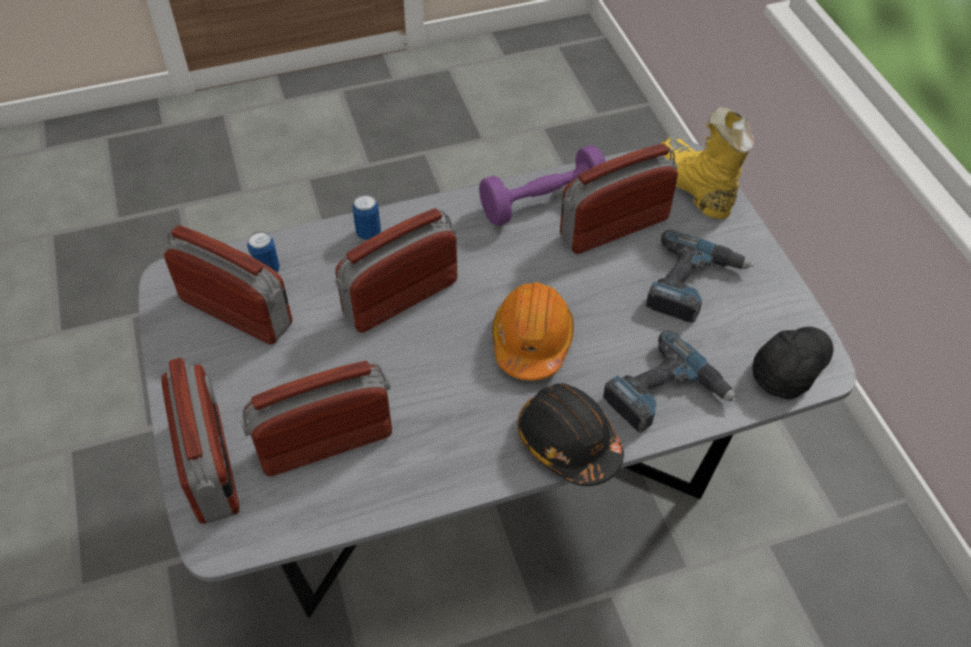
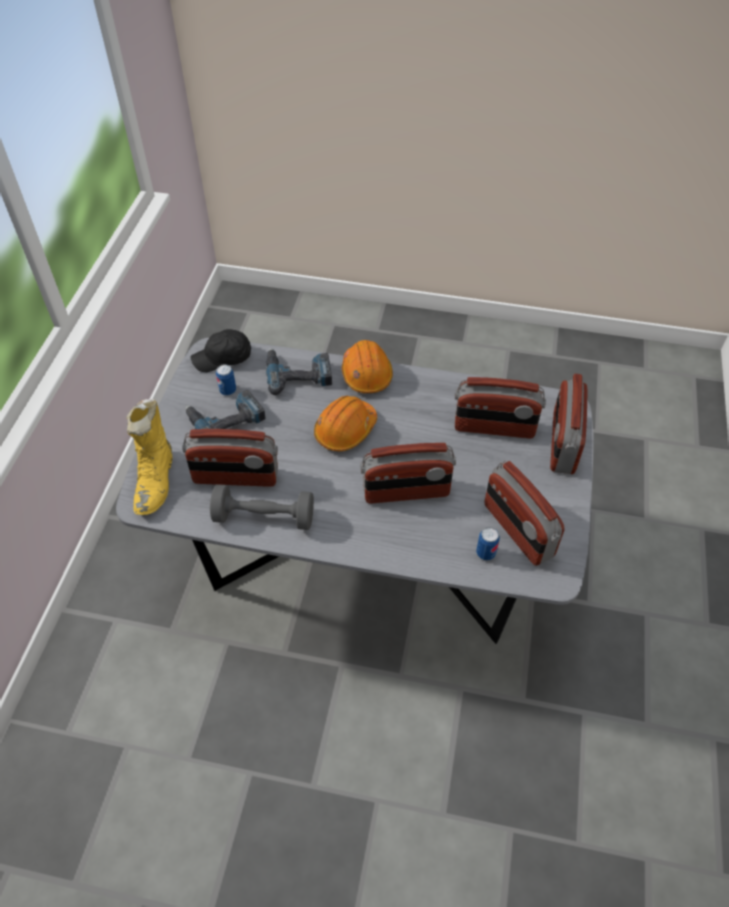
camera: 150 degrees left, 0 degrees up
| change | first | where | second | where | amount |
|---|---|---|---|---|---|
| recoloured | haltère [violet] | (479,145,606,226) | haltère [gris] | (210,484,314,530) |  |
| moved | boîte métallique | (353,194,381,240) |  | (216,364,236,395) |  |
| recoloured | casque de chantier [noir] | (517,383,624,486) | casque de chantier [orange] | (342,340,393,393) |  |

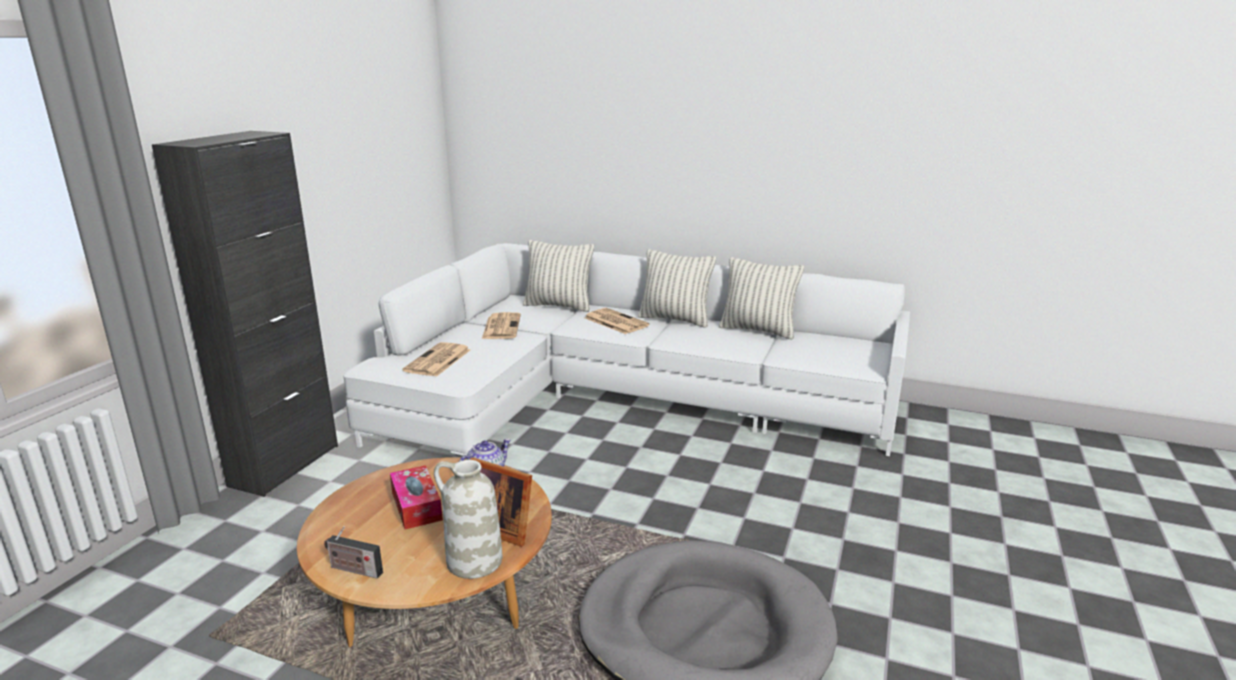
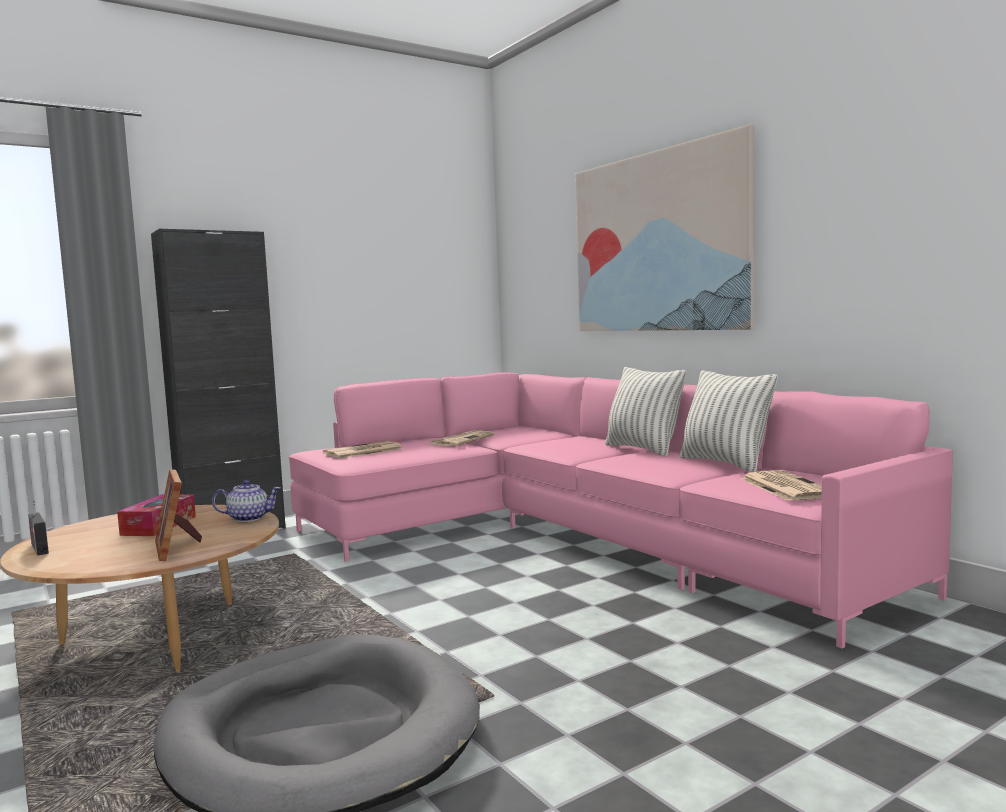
camera: 35 degrees right, 15 degrees down
| change | first | where | second | where | amount |
|---|---|---|---|---|---|
| removed | coussin | (523,240,594,312) |  |  |  |
| recoloured | canapé [blanc] | (343,243,910,456) | canapé [rose] | (289,372,953,649) |  |
| moved | journal | (584,308,650,334) |  | (741,470,822,501) |  |
| removed | vase [blanc] | (434,460,502,579) |  |  |  |
| added |  |  | tableau | (575,125,754,331) |  |

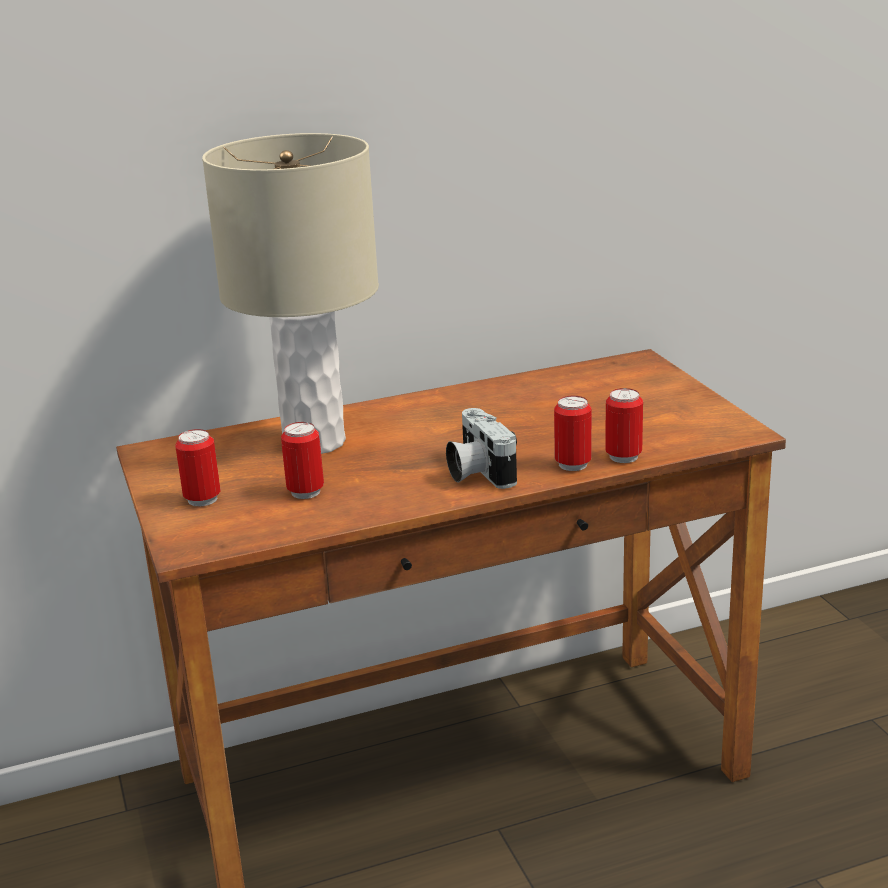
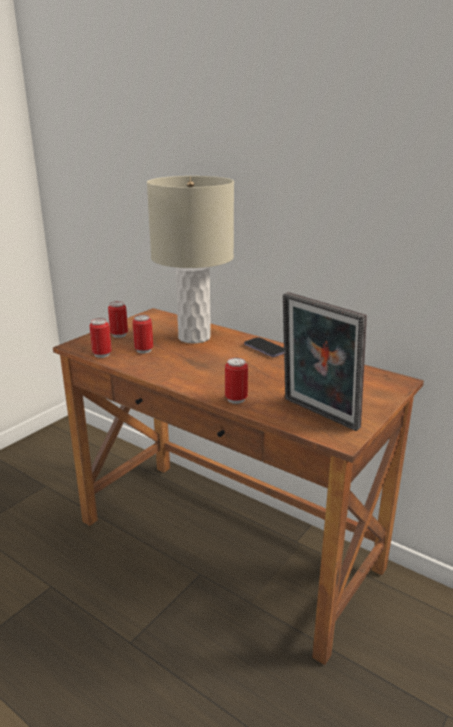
camera: 55 degrees right, 0 degrees up
| change | first | where | second | where | amount |
|---|---|---|---|---|---|
| moved | boîte métallique | (605,388,643,463) |  | (89,318,112,358) |  |
| removed | appareil photo | (446,408,517,489) |  |  |  |
| added |  |  | cadre photo | (283,292,367,431) |  |
| added |  |  | téléphone | (244,337,284,357) |  |

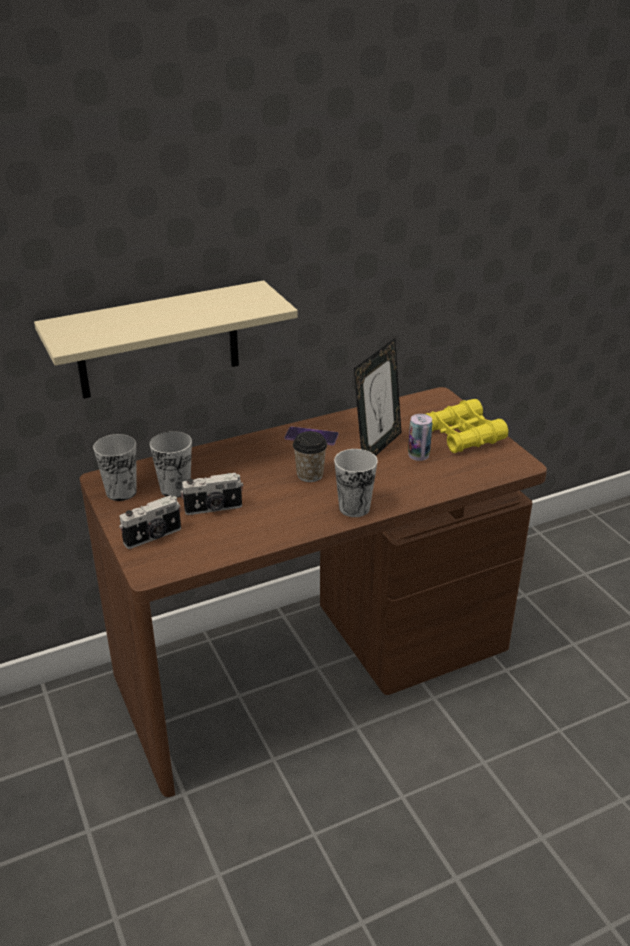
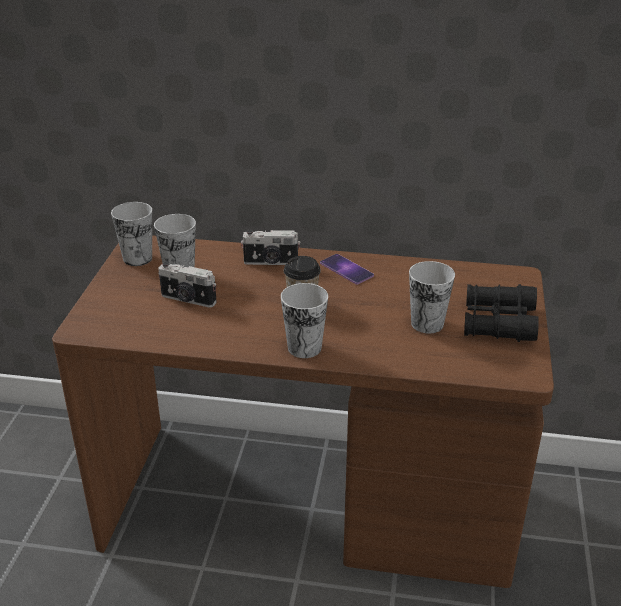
camera: 35 degrees right, 0 degrees up
| change | first | where | second | where | amount |
|---|---|---|---|---|---|
| removed | étagère [beige] | (34,281,298,399) |  |  |  |
| removed | cadre photo | (354,338,401,456) |  |  |  |
| recoloured | jumelles [jaune] | (426,399,508,453) | jumelles [noir] | (464,284,539,342) |  |
| replaced | boîte métallique | (408,414,432,461) | tasse | (409,261,455,334) |  |
| moved | appareil photo | (119,495,181,549) |  | (241,230,300,265) |  |

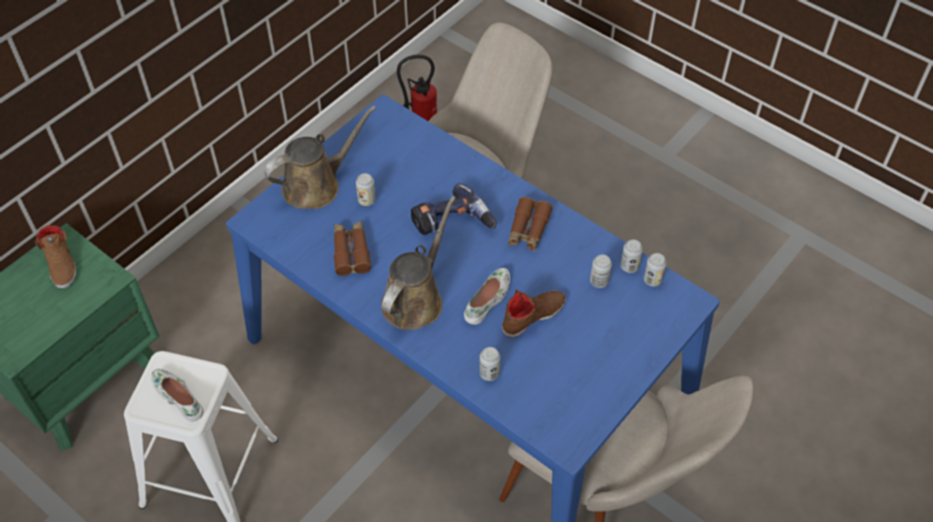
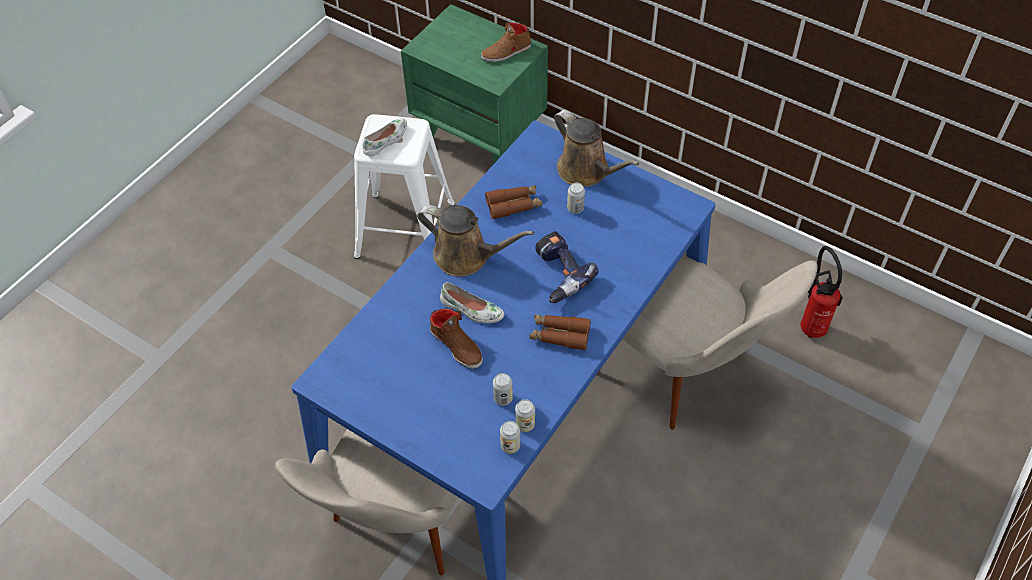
camera: 85 degrees right, 0 degrees up
| change | first | where | second | where | amount |
|---|---|---|---|---|---|
| removed | boîte métallique | (479,347,500,381) |  |  |  |

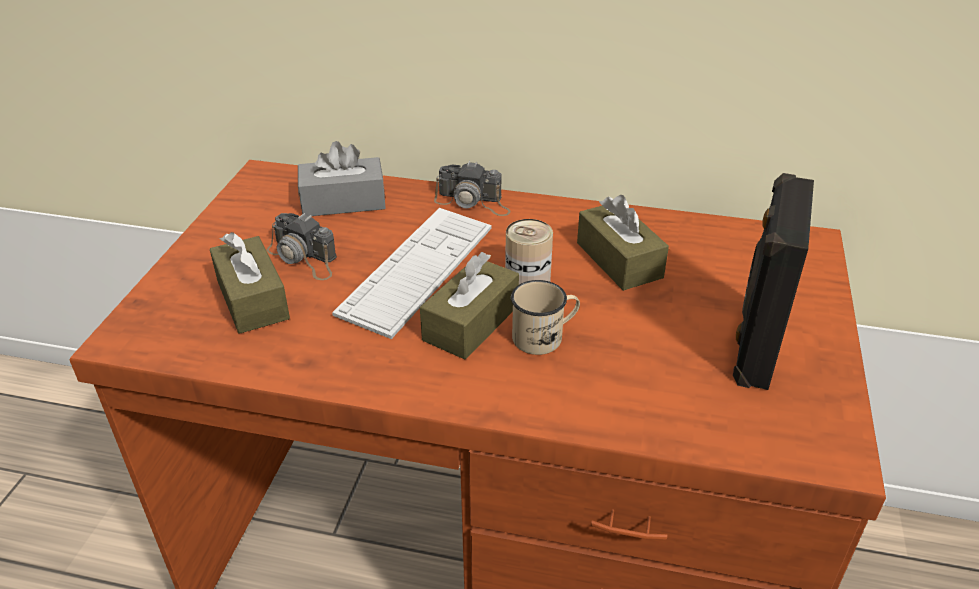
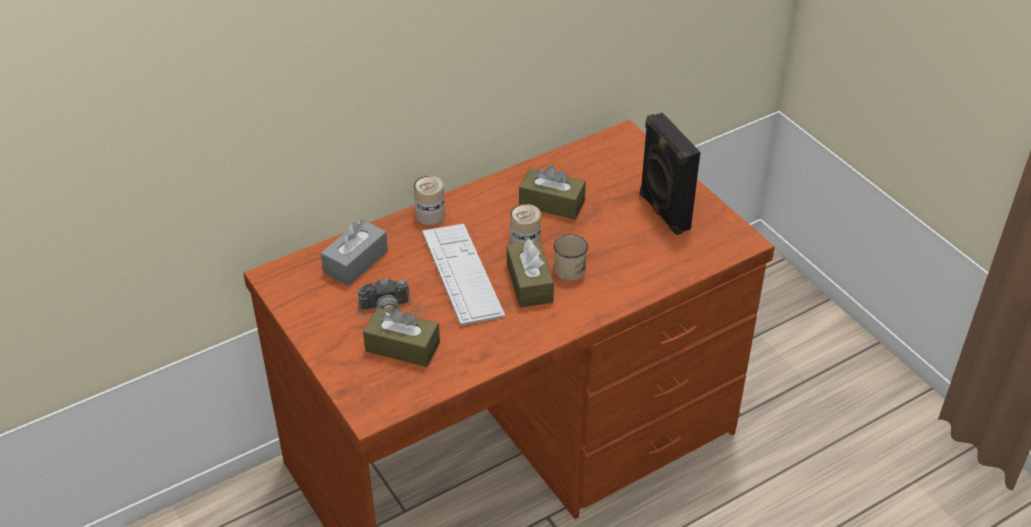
camera: 45 degrees left, 5 degrees up
| change | first | where | second | where | amount |
|---|---|---|---|---|---|
| replaced | appareil photo | (434,161,511,216) | boîte métallique | (413,176,445,225) |  |

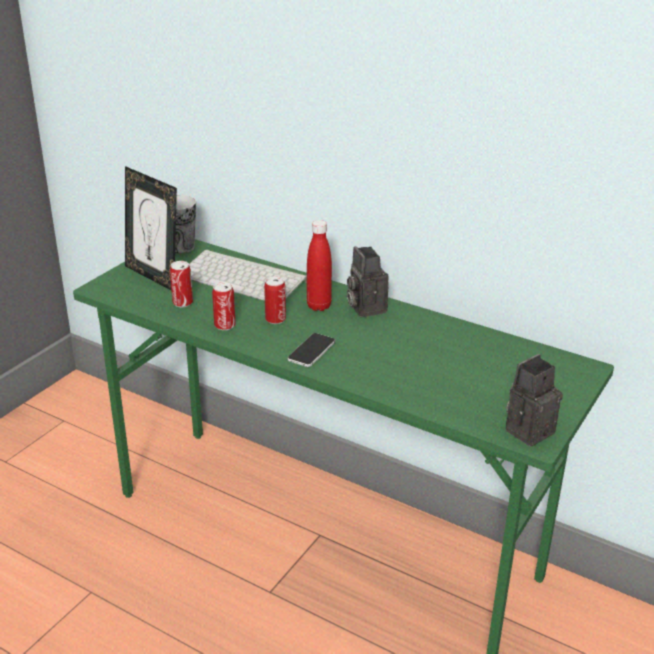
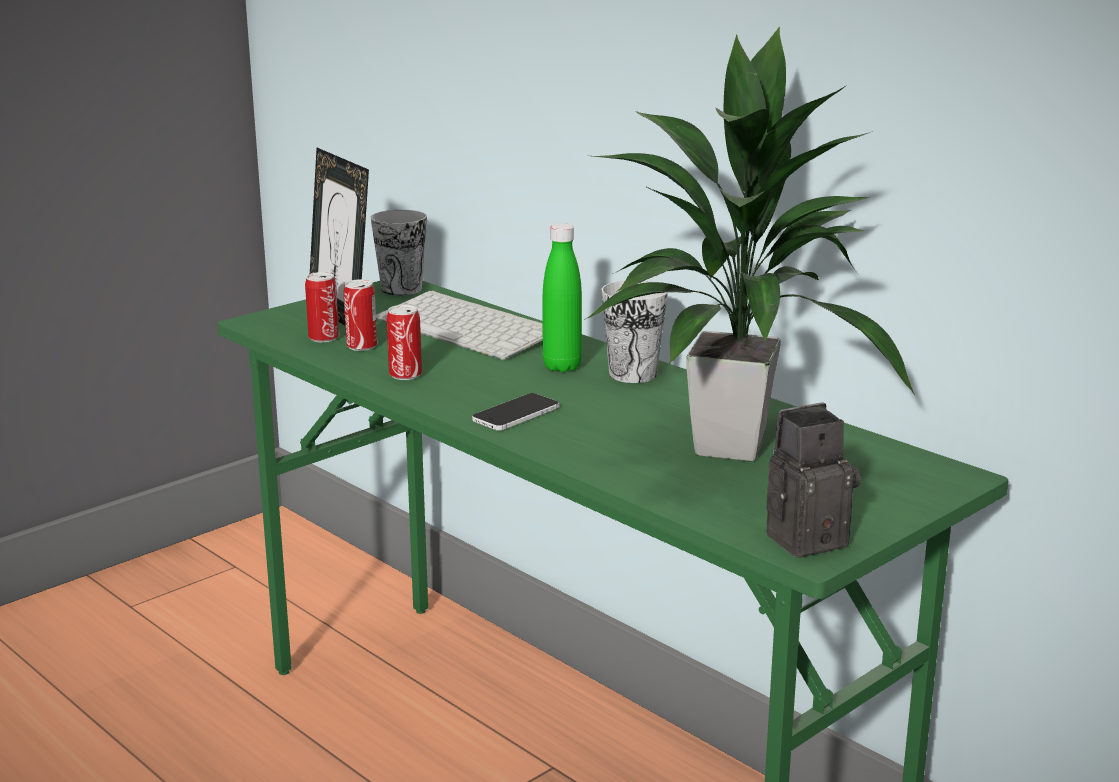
camera: 15 degrees right, 10 degrees down
| change | first | where | second | where | amount |
|---|---|---|---|---|---|
| recoloured | bouteille [rouge] | (307,220,332,311) | bouteille [vert] | (543,223,582,372) |  |
| replaced | appareil photo | (347,246,389,317) | tasse | (602,281,668,383) |  |
| moved | boîte métallique | (264,276,286,324) |  | (305,272,339,342) |  |
| added |  |  | plante en pot | (584,27,915,461) |  |

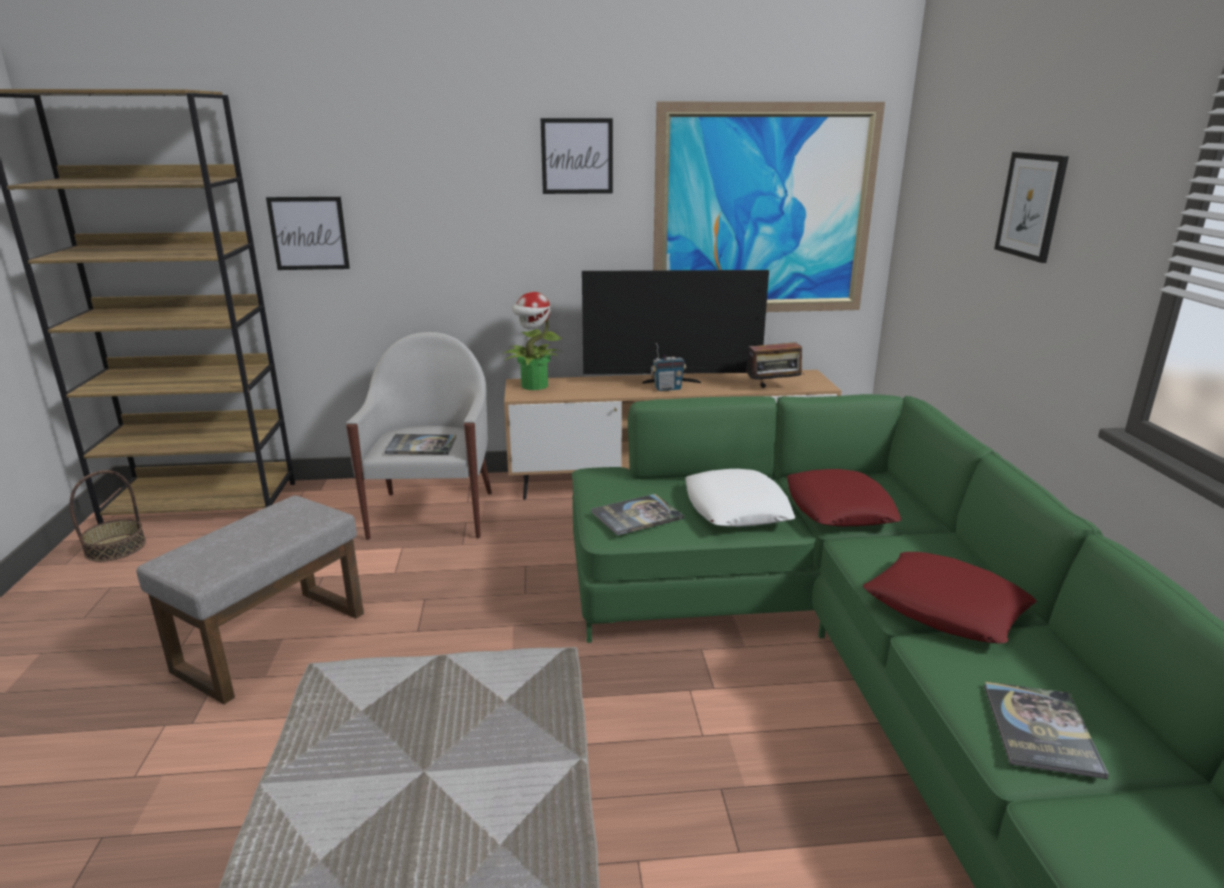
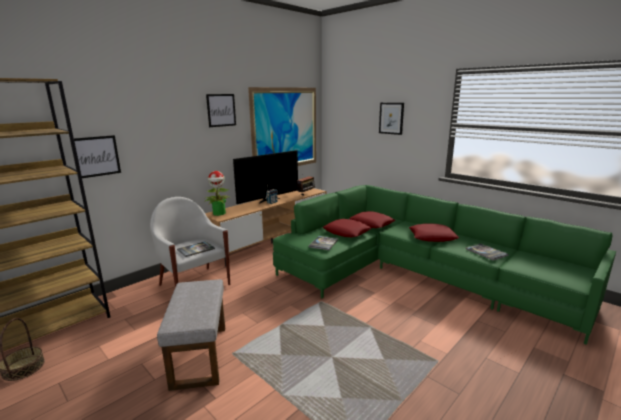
camera: 40 degrees left, 5 degrees down
| change | first | where | second | where | amount |
|---|---|---|---|---|---|
| recoloured | coussin [blanc] | (686,469,795,527) | coussin [rouge] | (323,219,372,237) |  |

